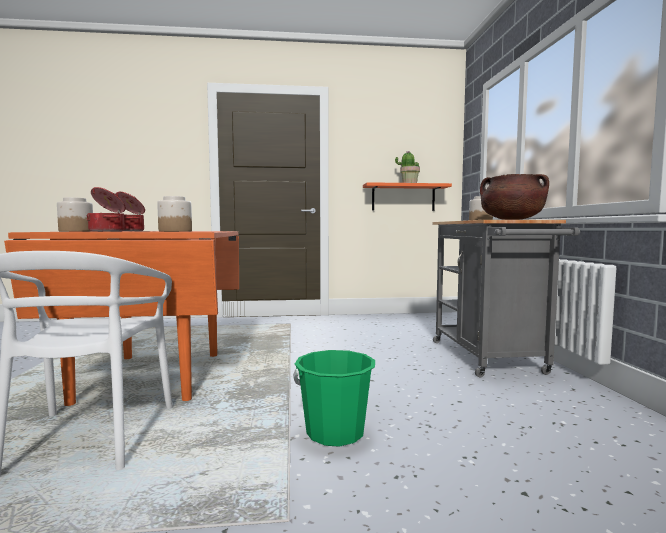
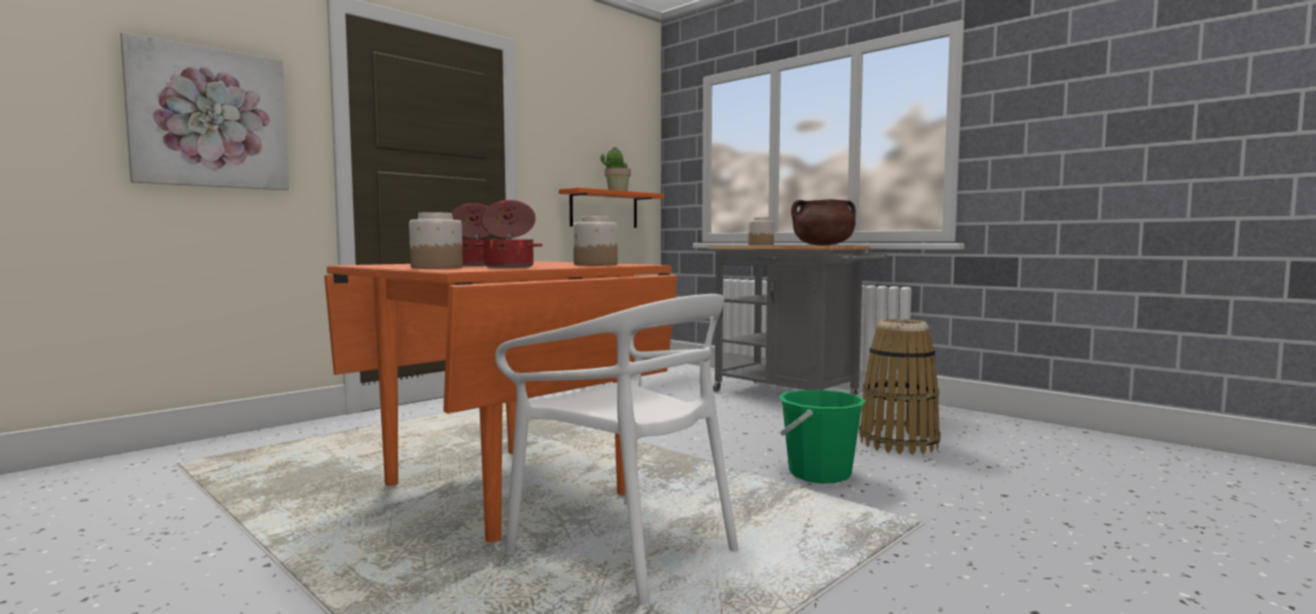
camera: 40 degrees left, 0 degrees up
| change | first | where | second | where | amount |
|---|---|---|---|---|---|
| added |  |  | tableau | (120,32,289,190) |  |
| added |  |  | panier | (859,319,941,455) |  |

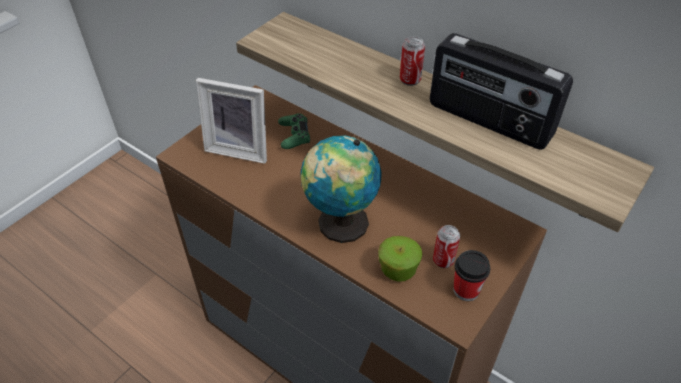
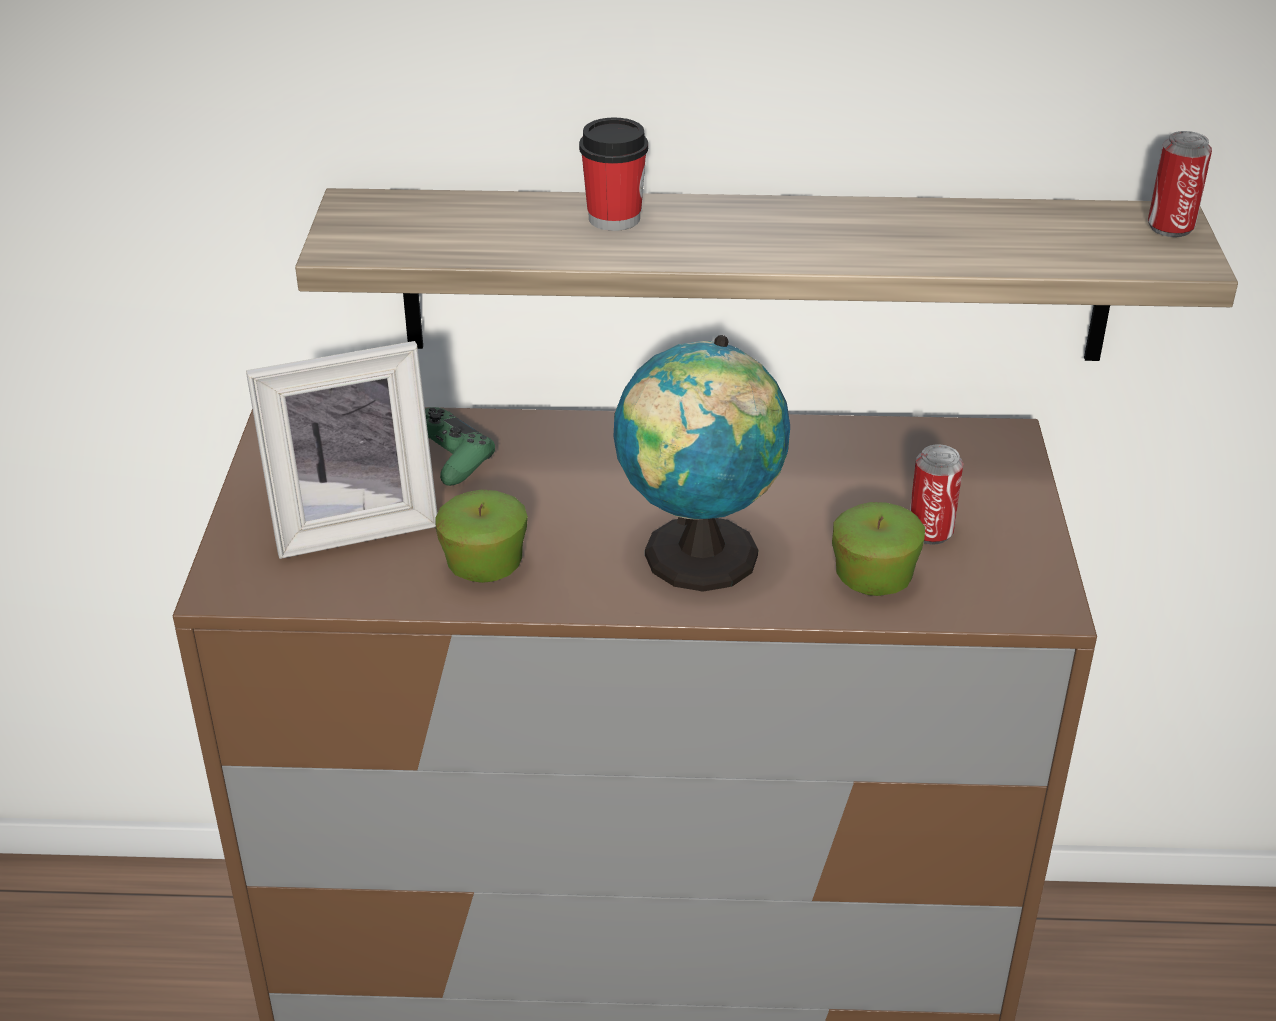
camera: 35 degrees left, 10 degrees down
| change | first | where | second | where | amount |
|---|---|---|---|---|---|
| removed | radio | (430,33,573,150) |  |  |  |
| moved | boîte métallique | (400,37,425,86) |  | (1148,131,1212,237) |  |
| moved | tasse | (453,250,490,301) |  | (579,117,648,231) |  |
| added |  |  | pomme | (435,489,528,583) |  |

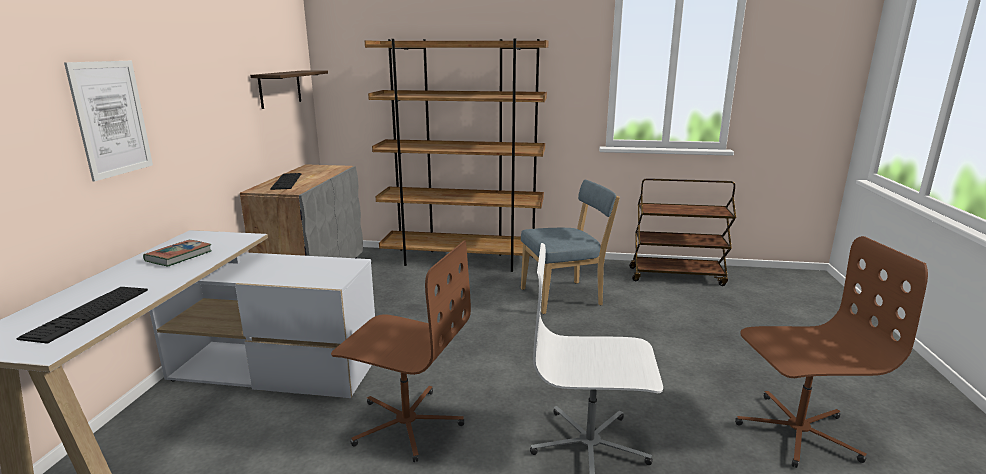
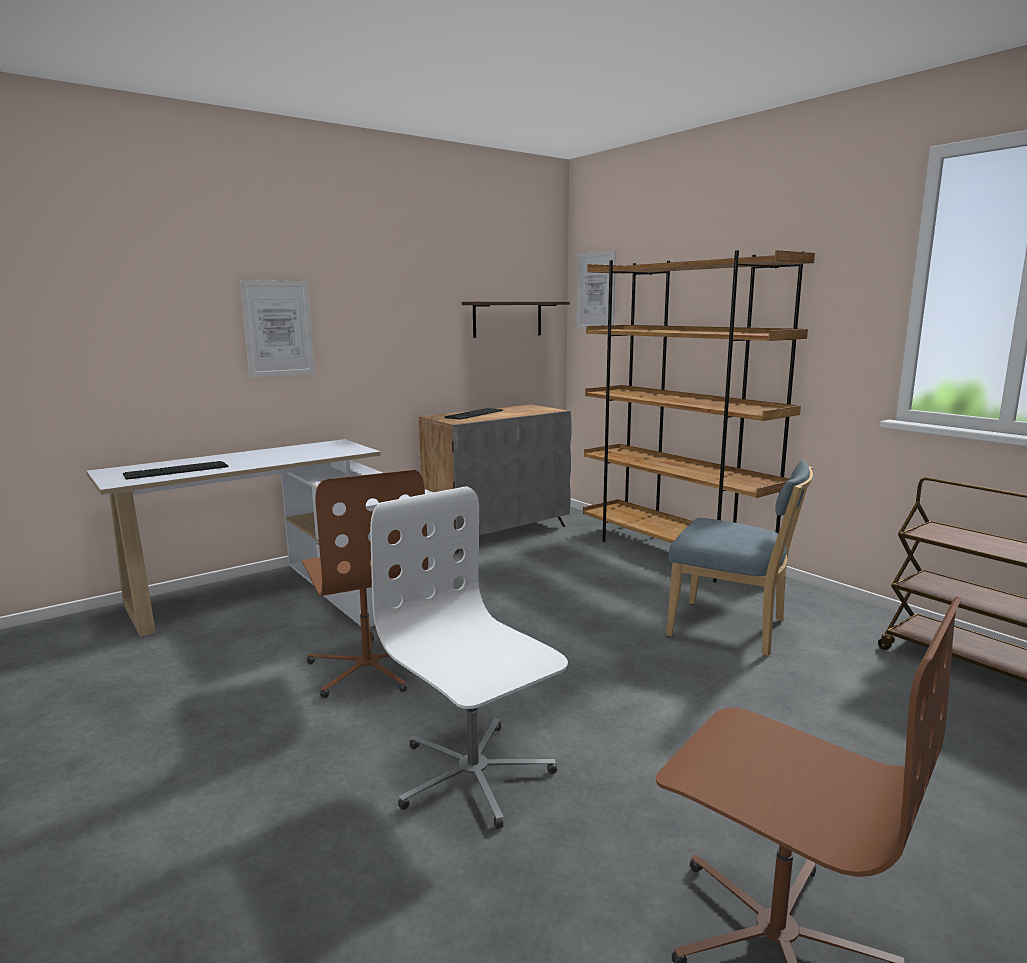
camera: 45 degrees right, 5 degrees down
| change | first | where | second | where | amount |
|---|---|---|---|---|---|
| removed | livre | (143,240,212,267) |  |  |  |
| added |  |  | tableau | (576,250,616,329) |  |

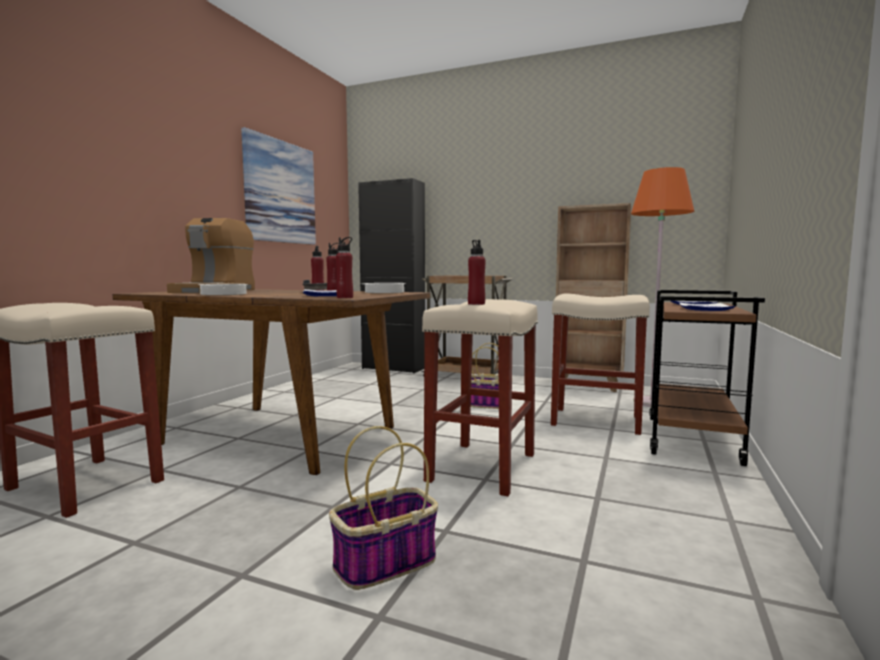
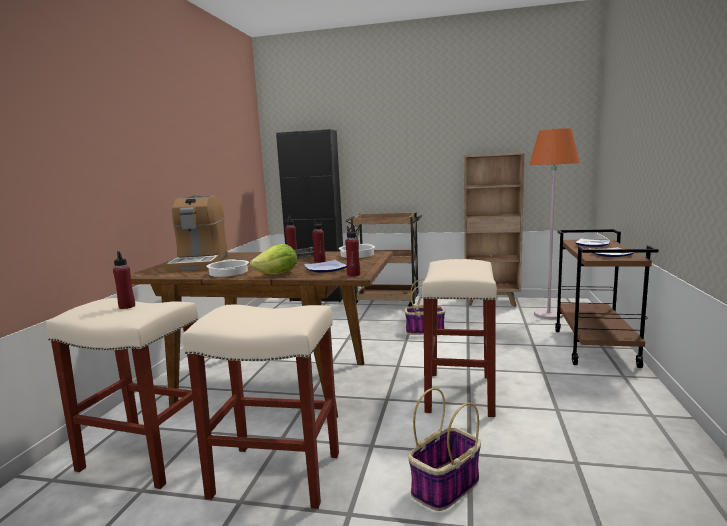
camera: 10 degrees left, 5 degrees up
| change | first | where | second | where | amount |
|---|---|---|---|---|---|
| removed | tableau | (241,127,316,245) |  |  |  |
| moved | bouteille [rouge] | (468,240,486,305) |  | (113,251,135,309) |  |
| moved | tabouret [beige] | (551,294,650,435) |  | (183,305,339,509) |  |
| added |  |  | laitue | (250,244,297,274) |  |

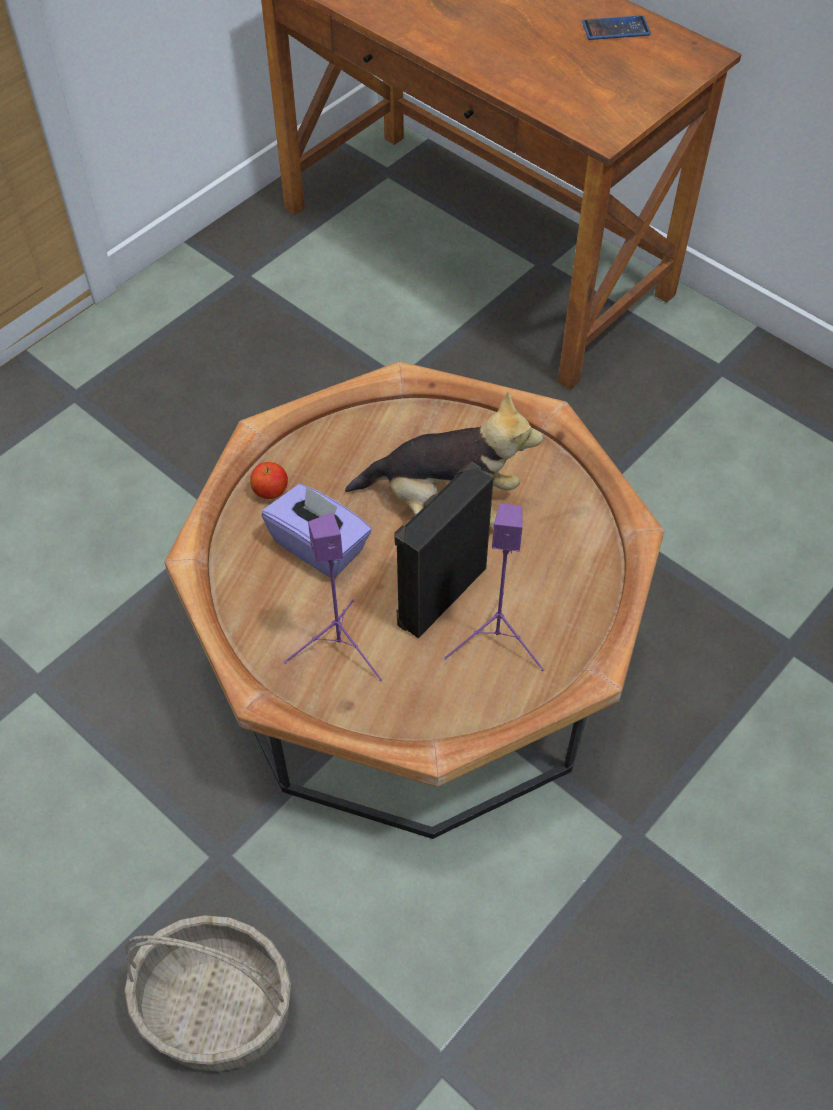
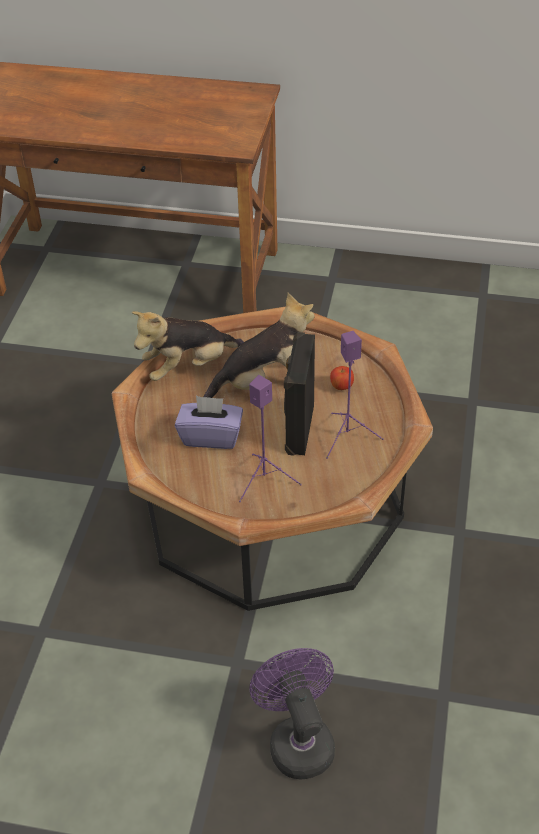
camera: 30 degrees left, 10 degrees down
| change | first | where | second | where | amount |
|---|---|---|---|---|---|
| removed | téléphone | (582,15,651,40) |  |  |  |
| moved | pomme | (250,462,288,499) |  | (330,366,354,390) |  |
| replaced | panier | (124,915,291,1072) | ventilateur [violet] | (249,648,335,780) |  |
| added |  |  | peluche | (132,311,244,381) |  |

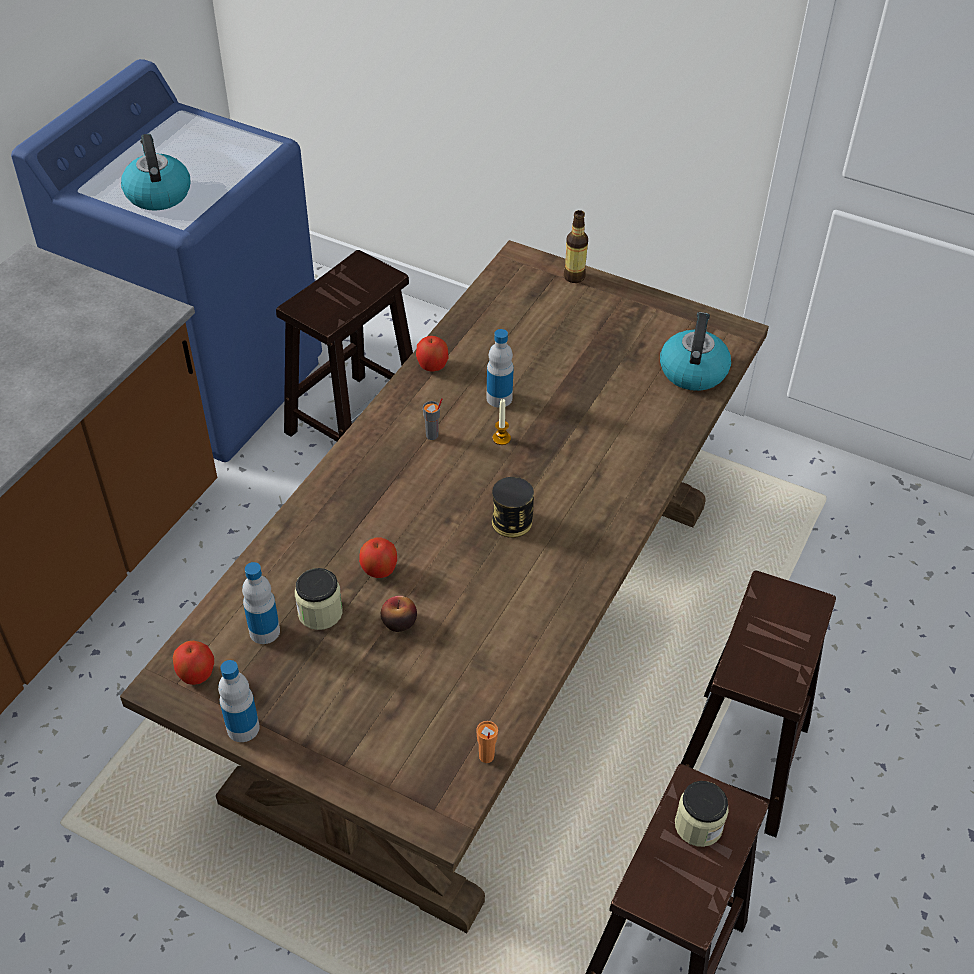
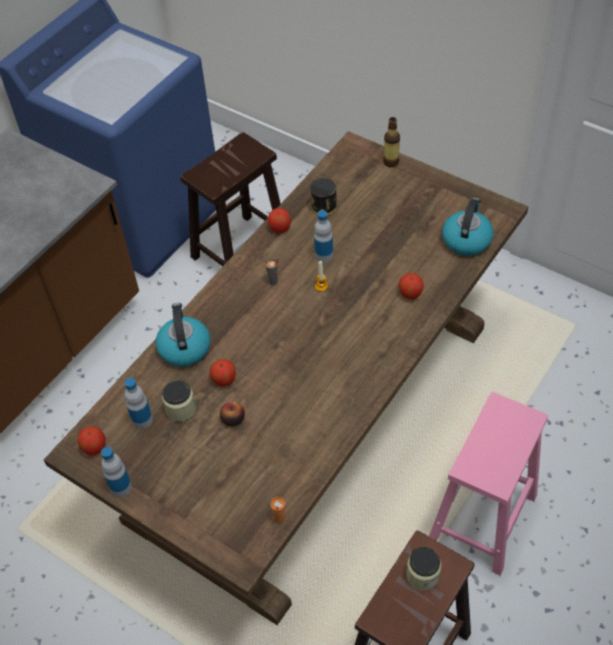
camera: 10 degrees right, 5 degrees up
| change | first | where | second | where | amount |
|---|---|---|---|---|---|
| moved | bouilloire | (121,134,190,211) |  | (156,303,210,367) |  |
| moved | boîte métallique | (492,477,534,538) |  | (310,178,337,216) |  |
| recoloured | tabouret [marron] | (681,570,836,837) | tabouret [rose] | (429,392,548,576) |  |
| added |  |  | pomme | (398,273,424,300) |  |

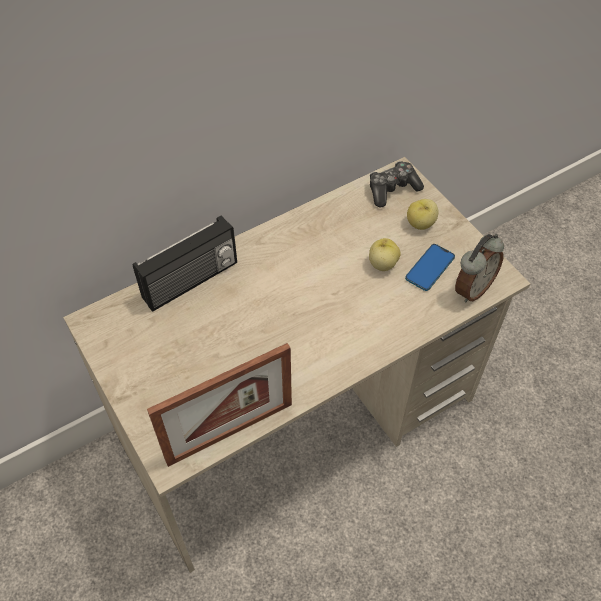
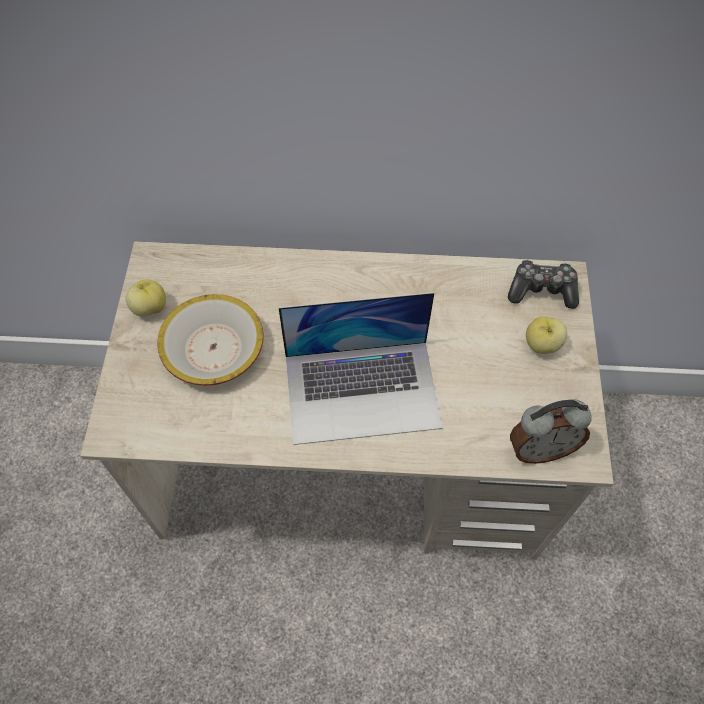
camera: 35 degrees right, 5 degrees up
| change | first | where | second | where | amount |
|---|---|---|---|---|---|
| removed | radio | (133,216,237,312) |  |  |  |
| moved | pomme | (369,238,401,271) |  | (126,279,166,317) |  |
| removed | téléphone | (405,244,455,291) |  |  |  |
| removed | cadre photo | (147,343,292,467) |  |  |  |
| added |  |  | ordinateur portable | (278,292,442,445) |  |
| added |  |  | bol | (157,294,263,386) |  |

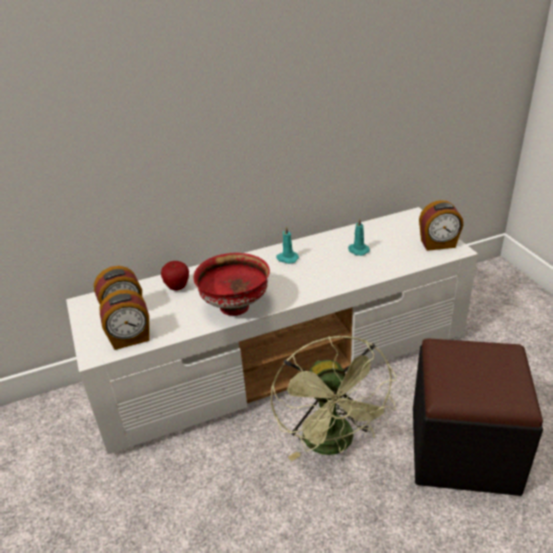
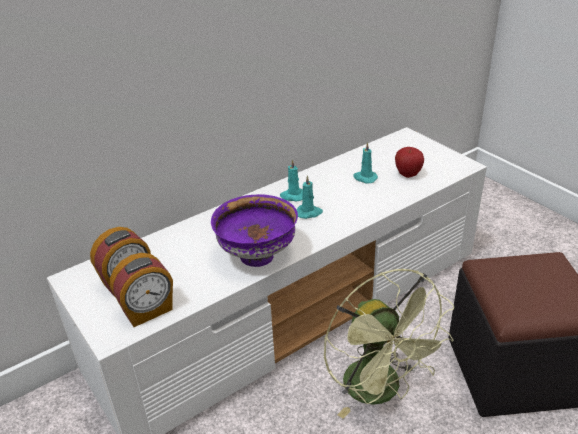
camera: 15 degrees left, 0 degrees up
| change | first | where | second | where | amount |
|---|---|---|---|---|---|
| removed | réveil | (419,200,463,251) |  |  |  |
| recoloured | bol [rouge] | (193,253,270,316) | bol [violet] | (211,194,298,267) |  |
| moved | pomme | (161,261,189,291) |  | (395,147,424,178) |  |
| added |  |  | bougie [turquoise] | (296,175,323,219) |  |

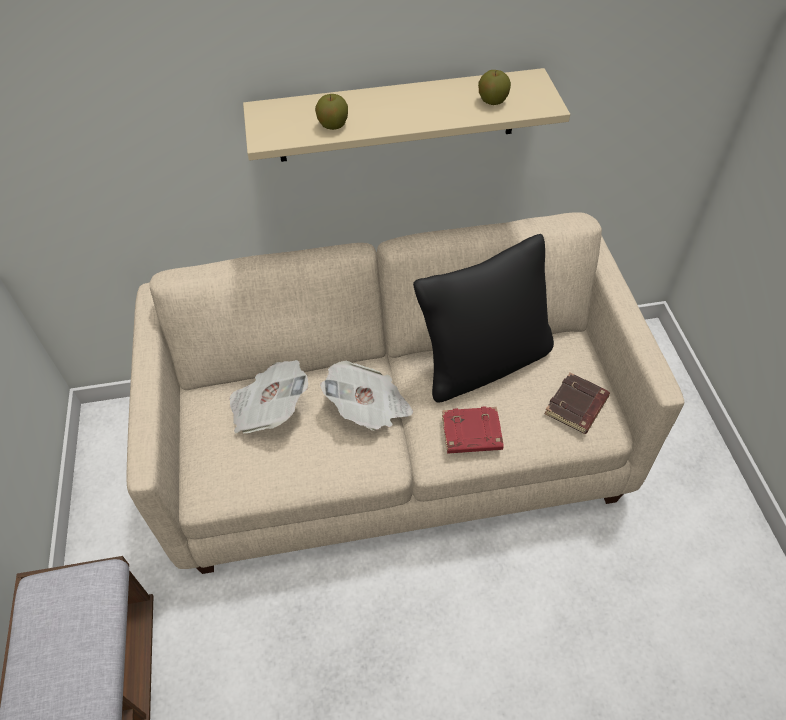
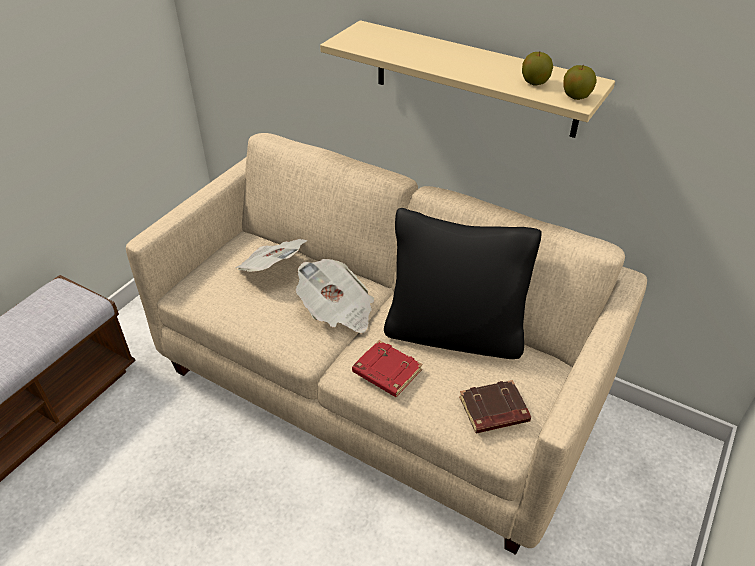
camera: 40 degrees right, 10 degrees down
| change | first | where | second | where | amount |
|---|---|---|---|---|---|
| moved | pomme | (315,94,348,130) |  | (563,65,597,100) |  |

